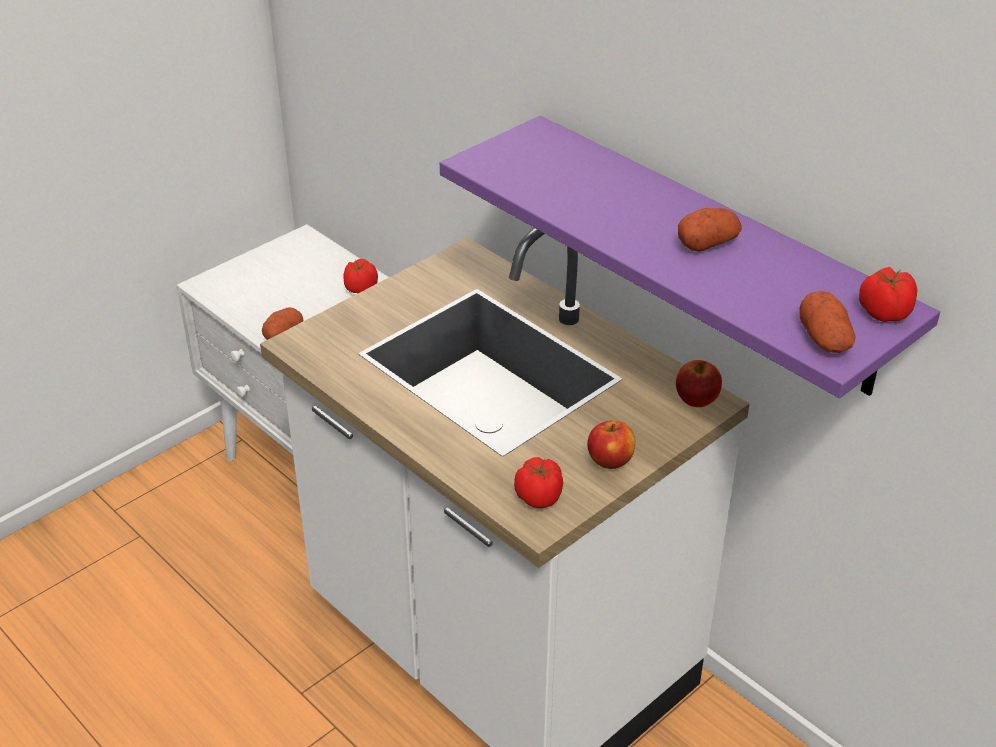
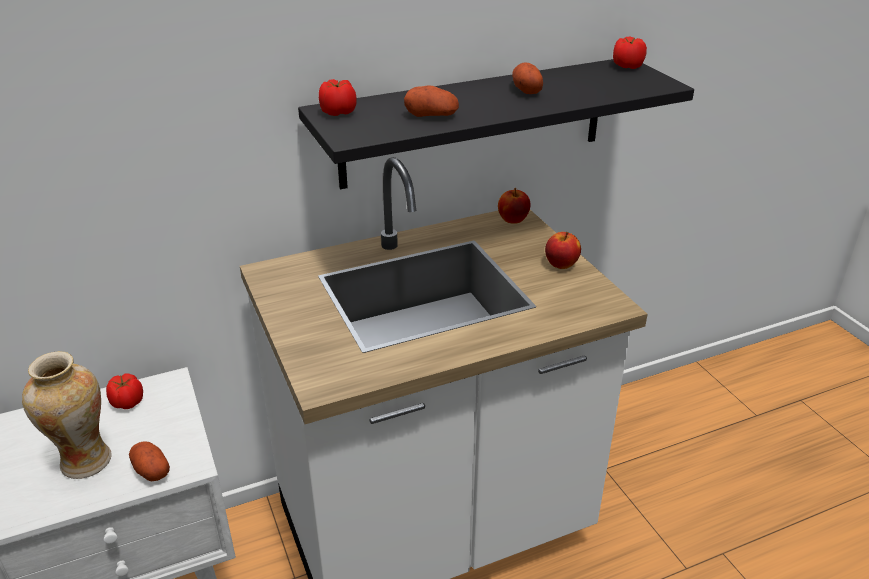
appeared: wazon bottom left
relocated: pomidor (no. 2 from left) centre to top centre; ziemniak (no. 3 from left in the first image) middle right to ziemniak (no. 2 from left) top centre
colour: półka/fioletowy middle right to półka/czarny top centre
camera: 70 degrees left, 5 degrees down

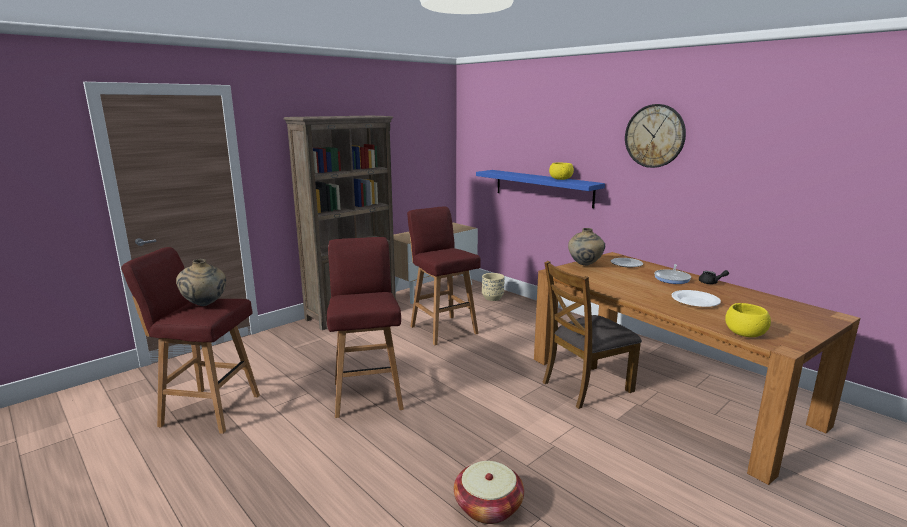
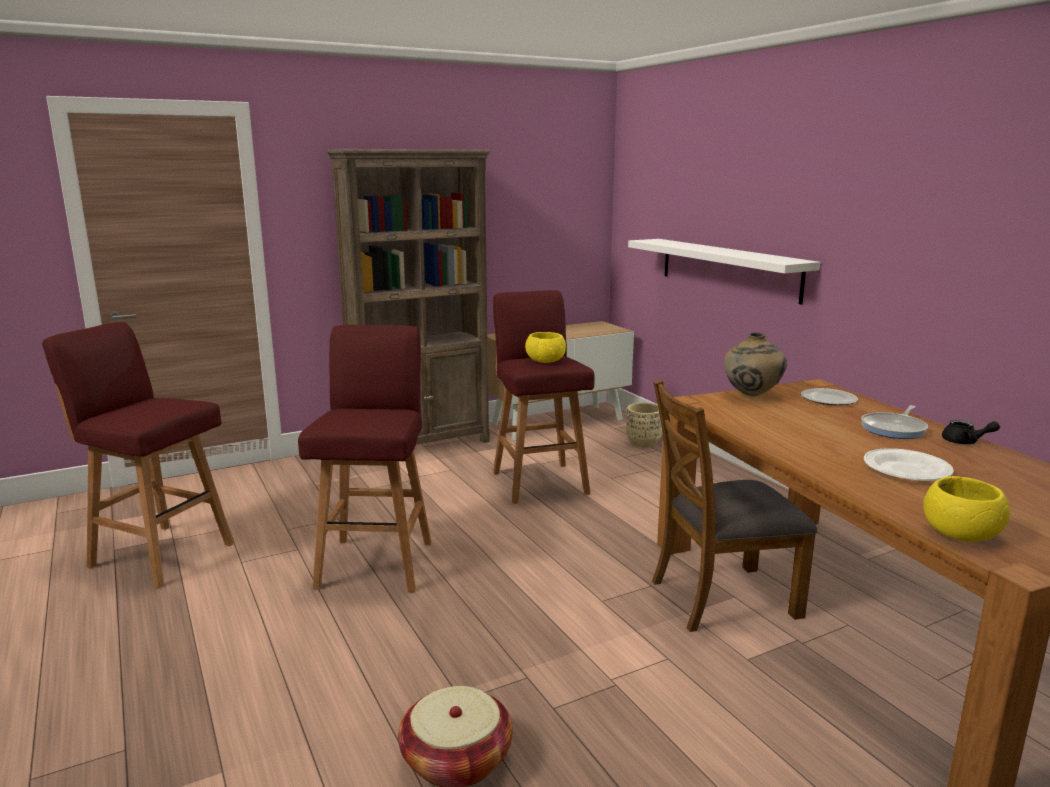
missing: wazon/beżowy (no. 1 from left) middle left; zegar ścienny top right
relocated: miska/żółty (no. 1 from left) top centre to centre
colour: półka/niebieski centre to półka/biały middle right
camera: 15 degrees right, 0 degrees up

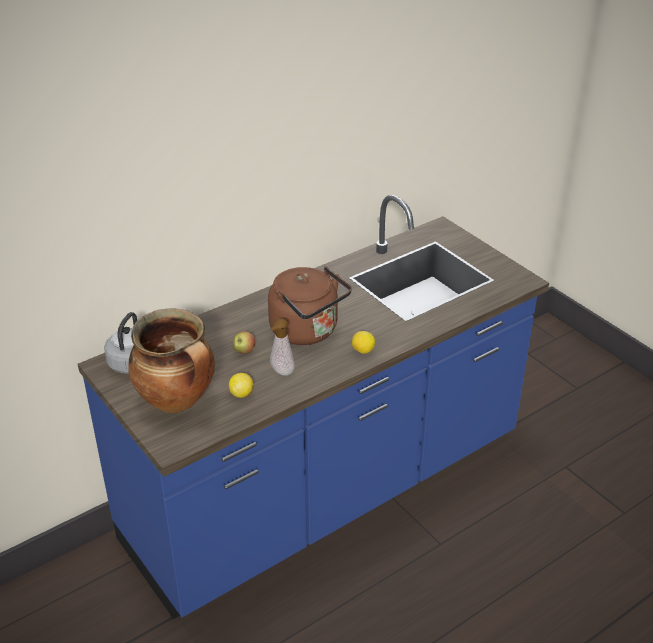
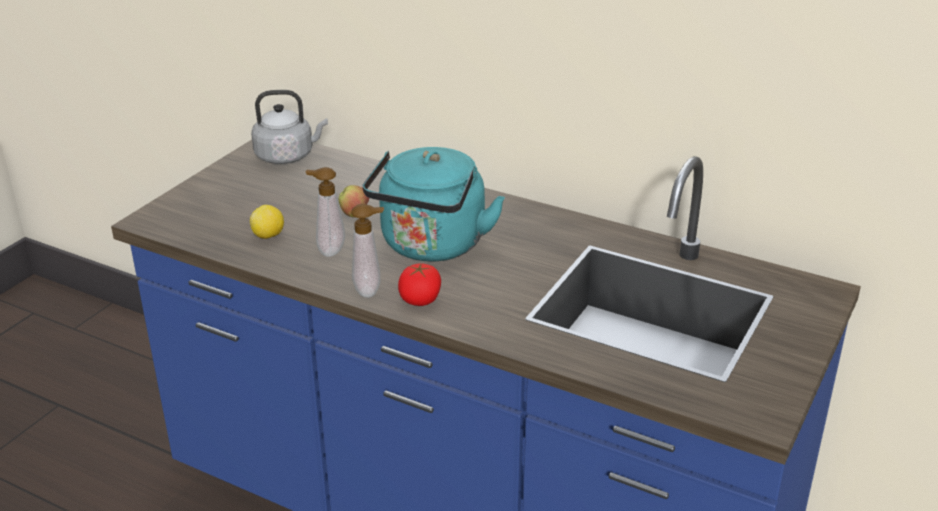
missing: garnek middle left
appeared: dozownik mydła (no. 2 from left) centre
exchanged: cytryna (no. 2 from left) centre to pomidor centre
colour: czajnik/brązowy centre to czajnik/turkusowy centre
camera: 65 degrees right, 5 degrees down

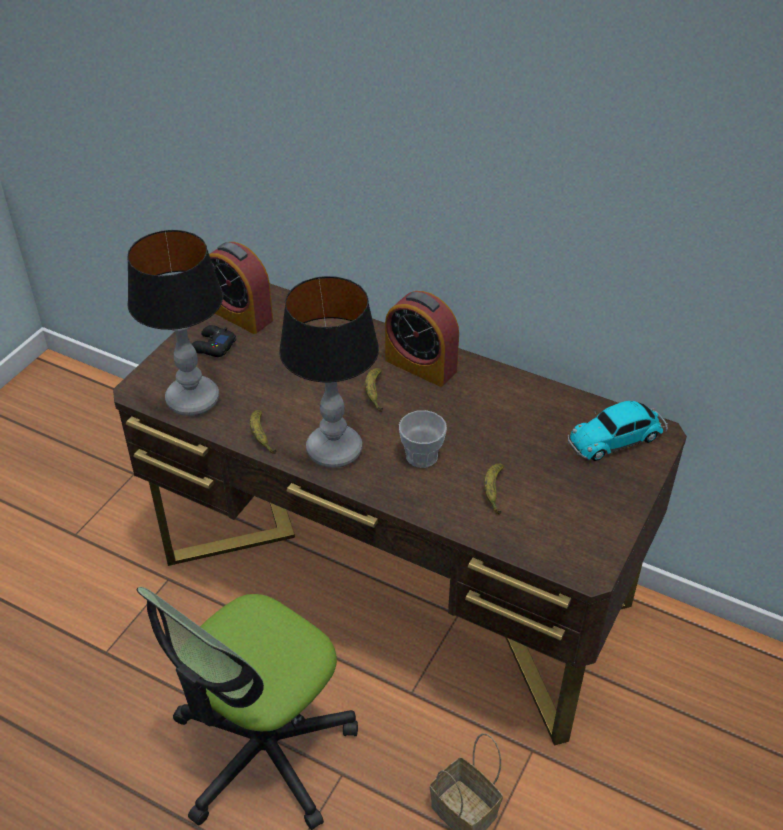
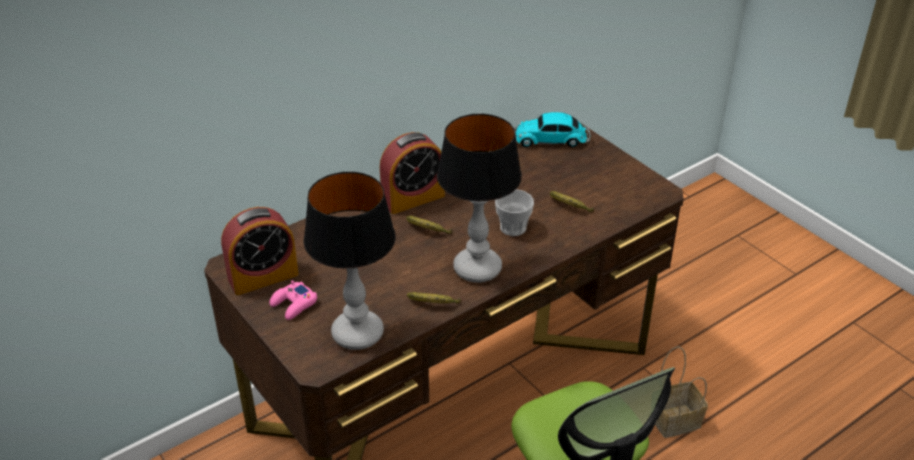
colour: pad do gier/czarny middle left to pad do gier/różowy middle left
spun: samochodzik middle right = top centre 90 degrees clockwise
camera: 65 degrees left, 5 degrees down

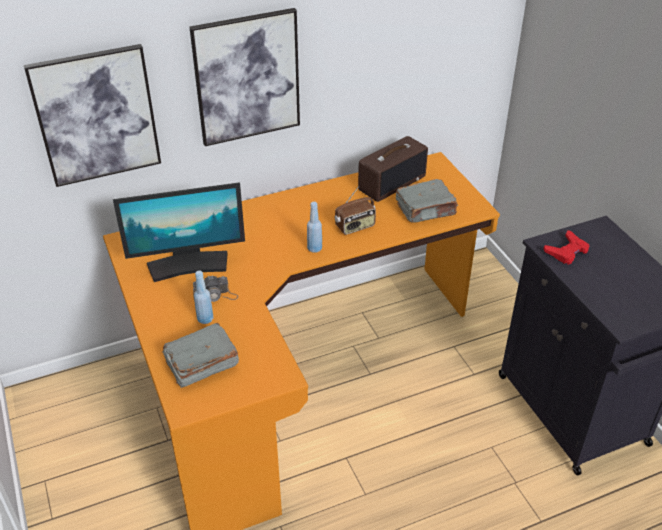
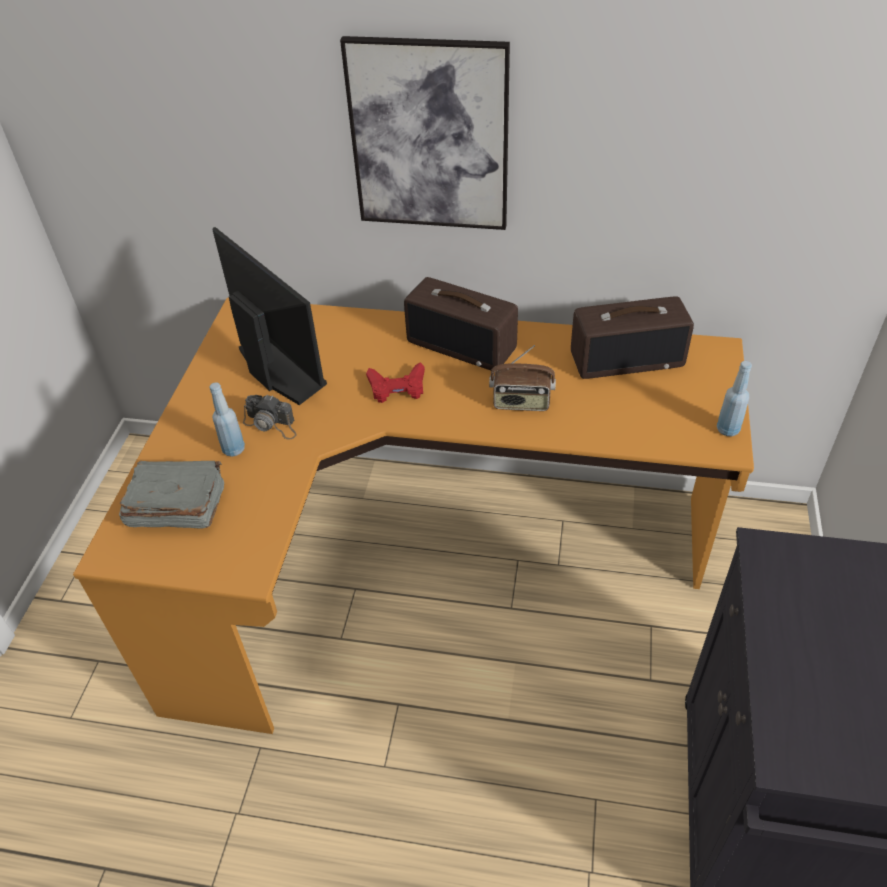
missing: obraz (no. 1 from left) top left; książka/szary (no. 2 from left) centre
appeared: radio (no. 1 from left) centre
relocated: butelka/niebieski (no. 2 from left) centre to middle right; pad do gier/czerwony middle right to centre
spun: monitor middle left = middle left 150 degrees counterclockwise
camera: 35 degrees right, 5 degrees up

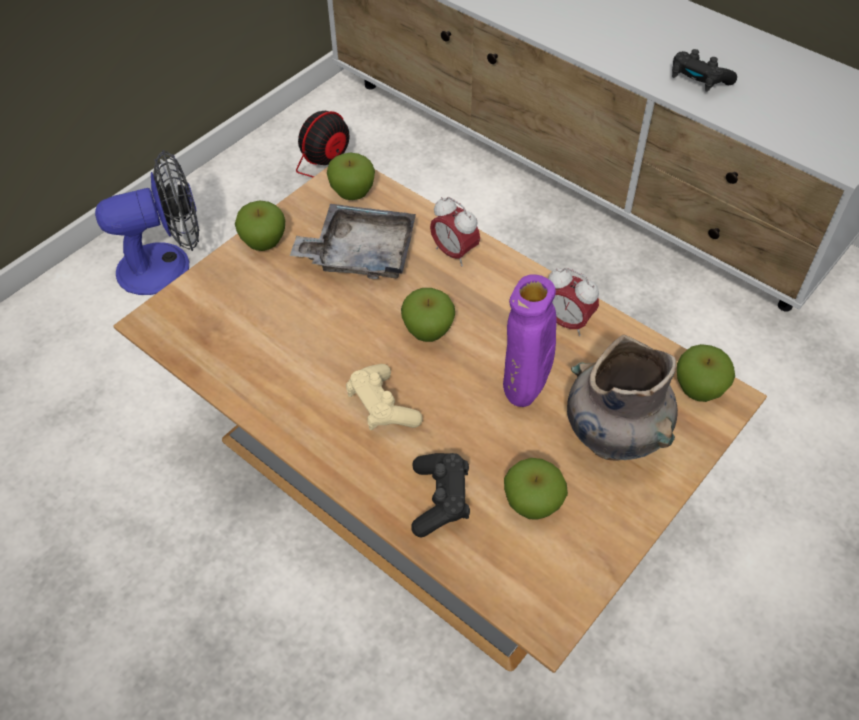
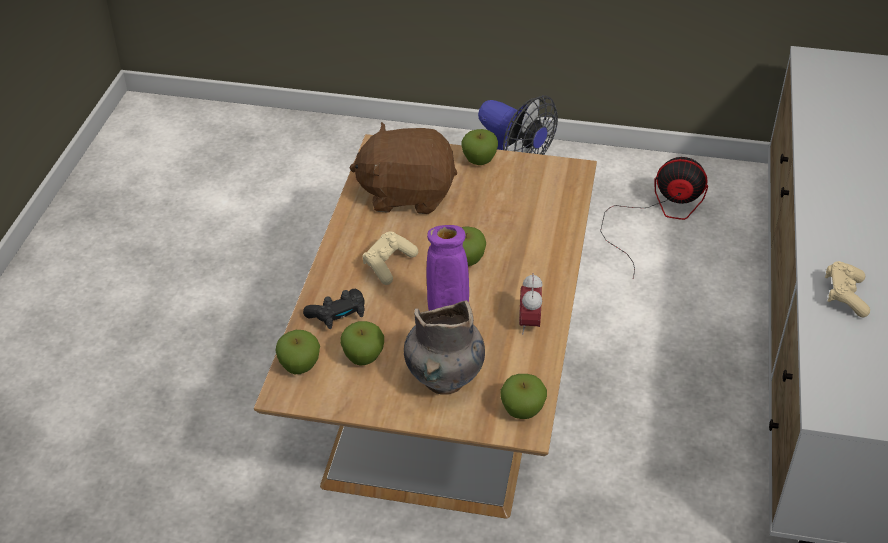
missing: taca/szary centre; budzik (no. 1 from left) top centre
appeared: pluszak/brązowy top centre
relocated: jabłko (no. 2 from left in the first image) top centre to jabłko (no. 1 from left) centre
colour: pad do gier/czarny (no. 2 from left) top right to pad do gier/beżowy (no. 2 from left) middle right
camera: 60 degrees right, 10 degrees down

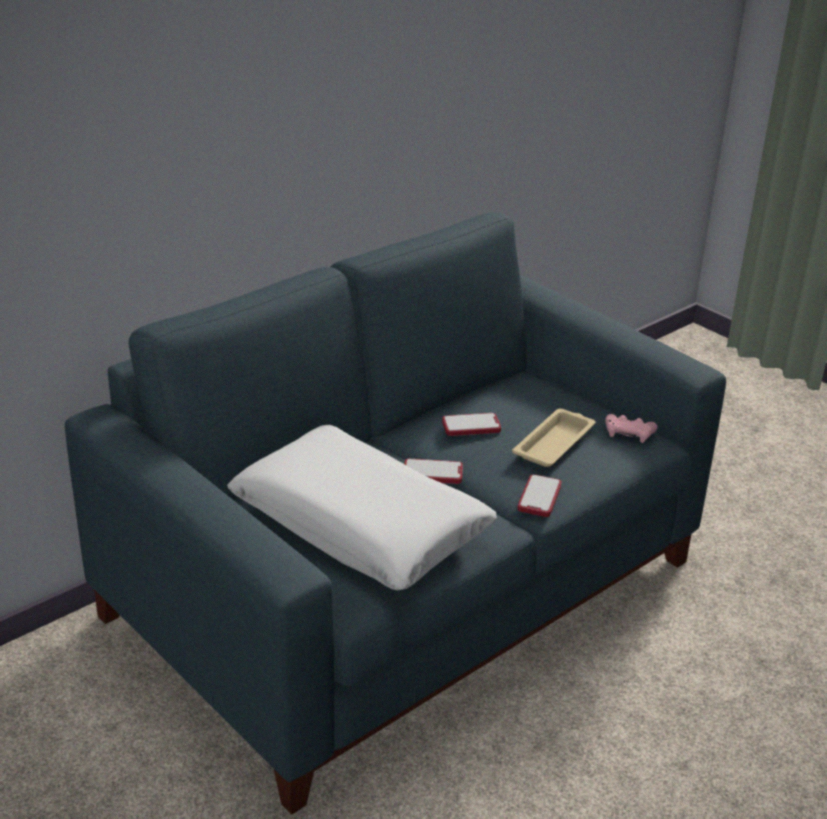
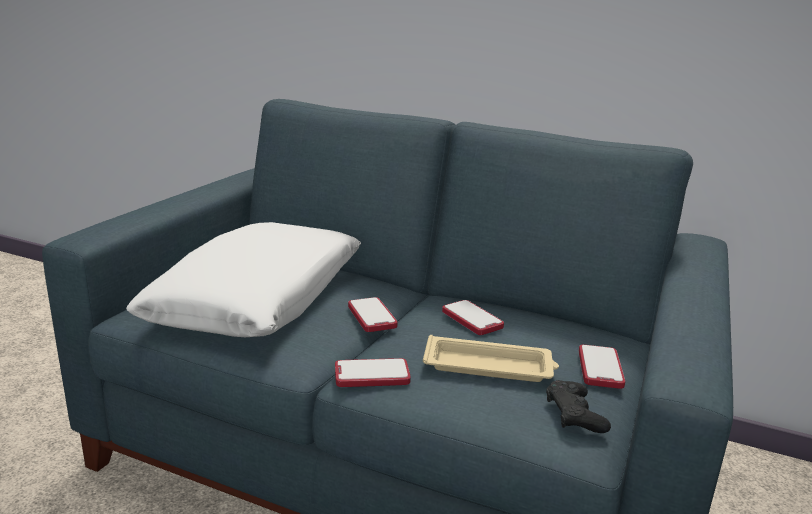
appeared: telefon (no. 4 from left) bottom right
colour: pad do gier/różowy middle right to pad do gier/czarny bottom right
camera: 65 degrees right, 10 degrees down

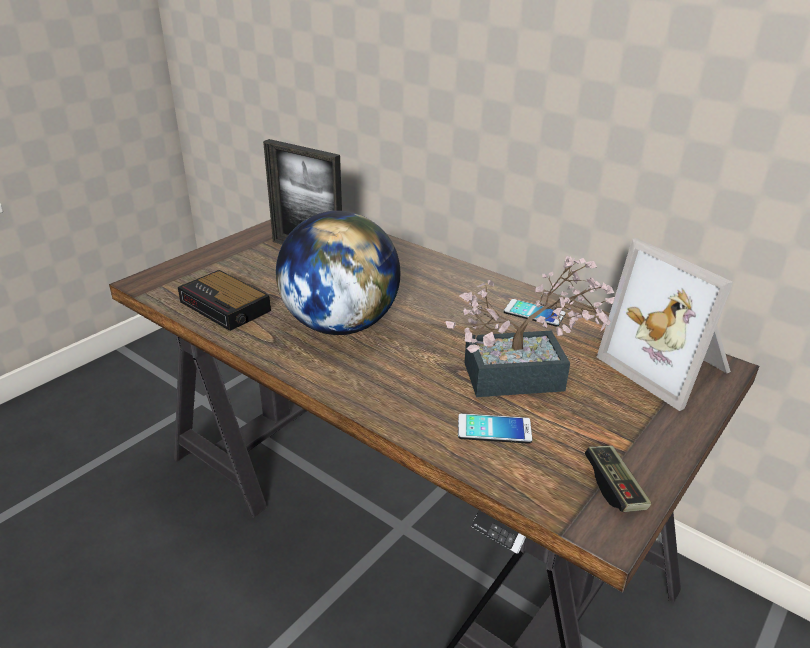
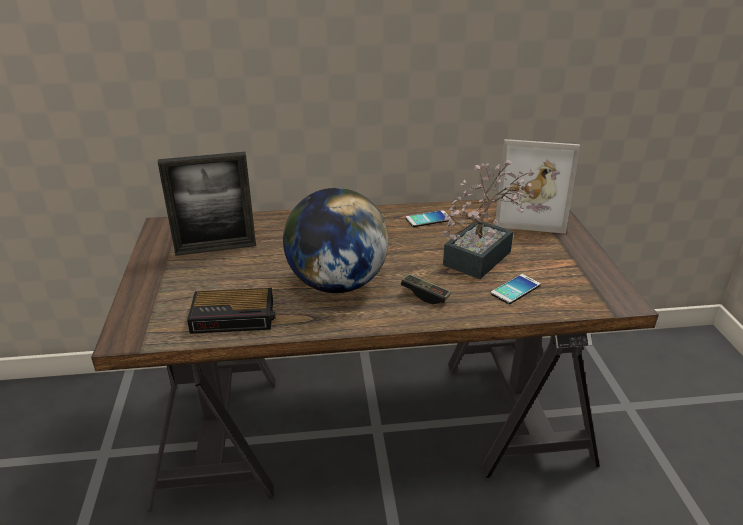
relocated: pad do gier bottom right to centre
camera: 45 degrees left, 0 degrees up

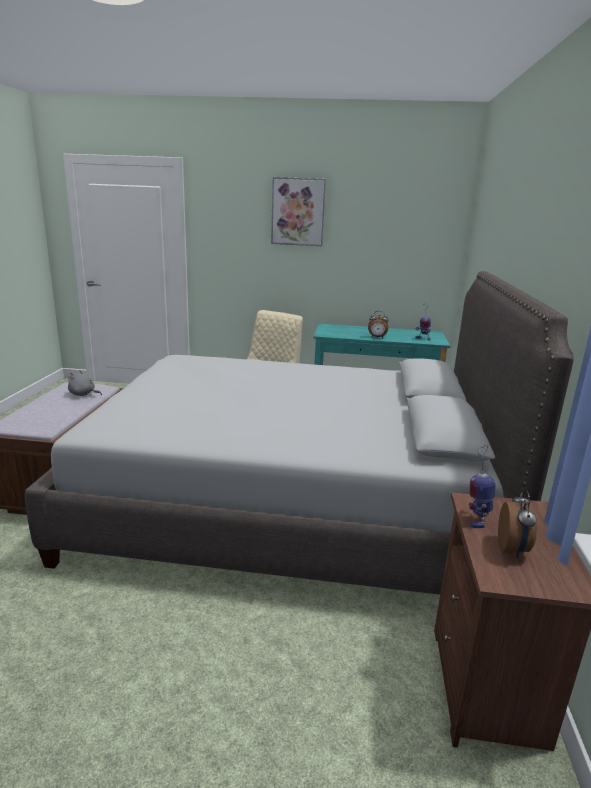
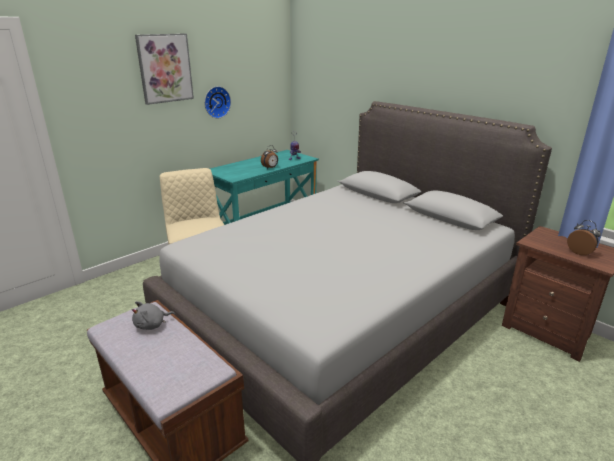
missing: robot zabawkowy (no. 2 from left) middle right
appeared: zegar ścienny top centre
camera: 50 degrees left, 5 degrees up

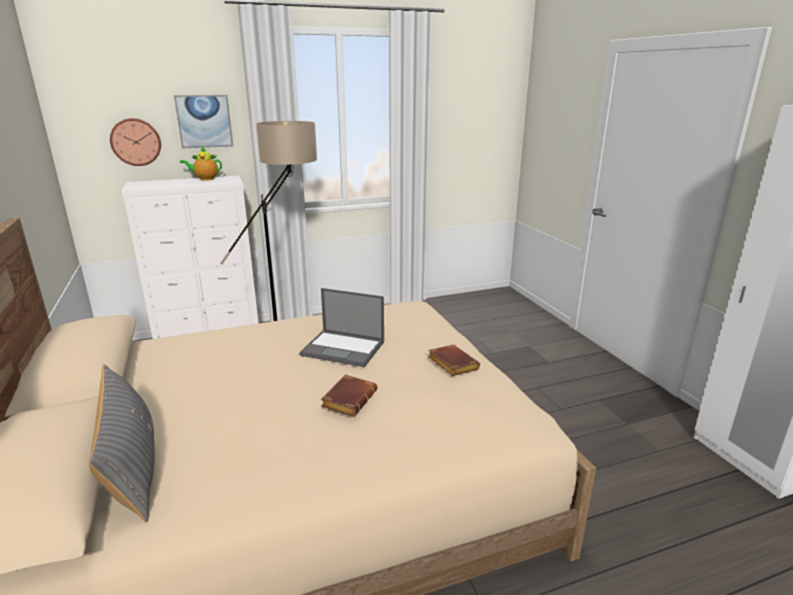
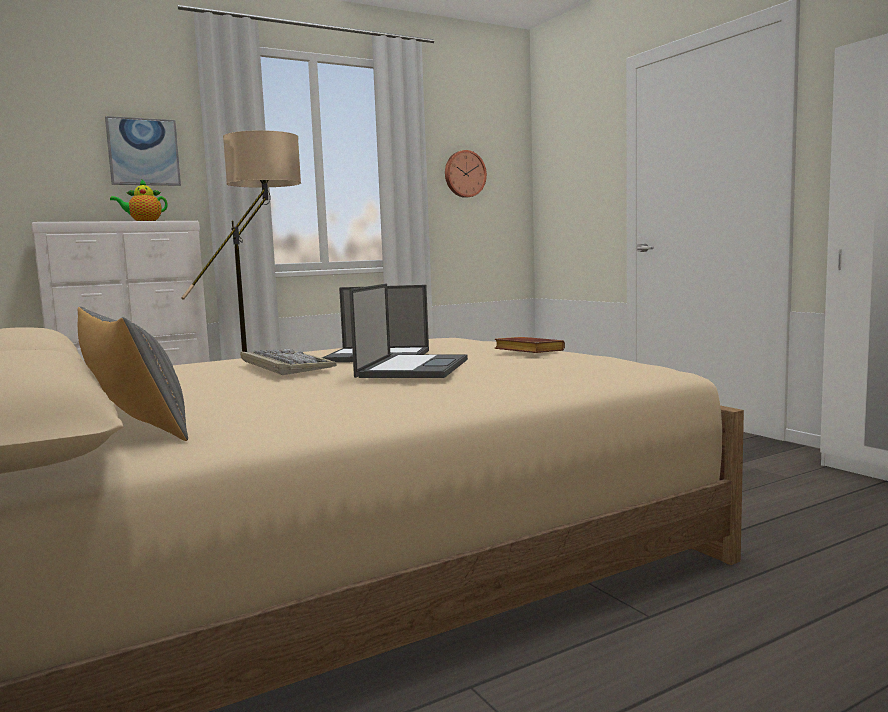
appeared: klawiatura middle left
relocated: zegar ścienny top left to top centre
exchanged: książka/brązowy (no. 1 from left) centre to laptop (no. 2 from left) centre
camera: 10 degrees left, 15 degrees down

